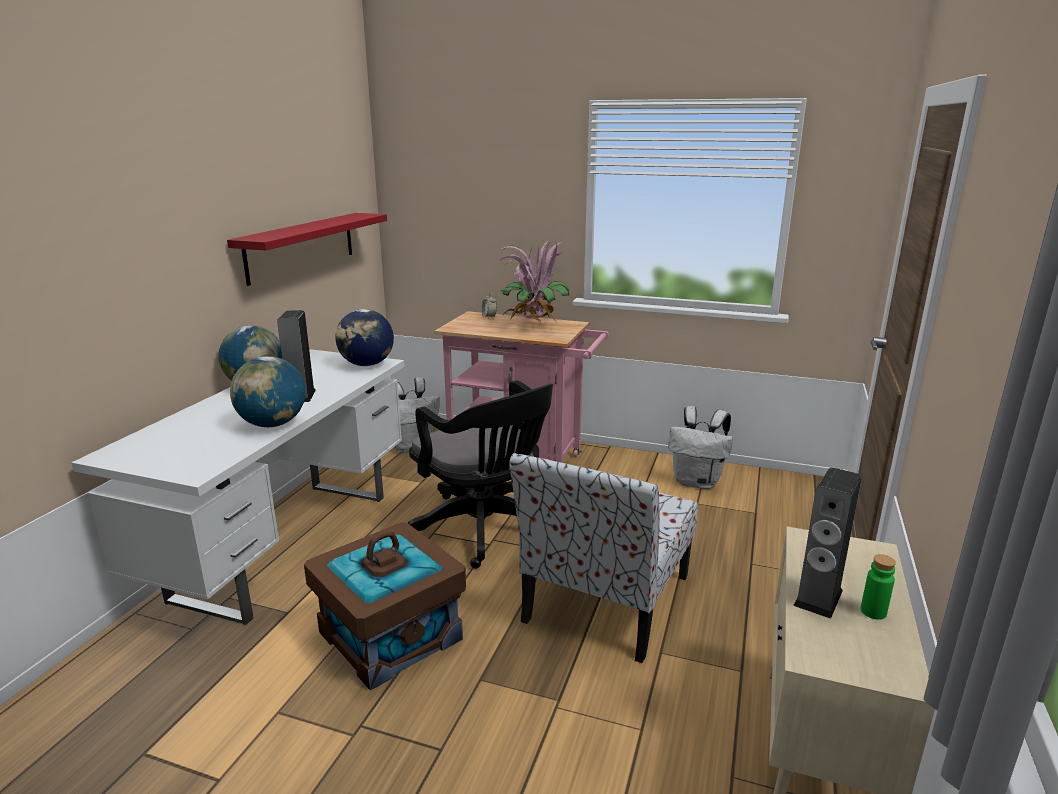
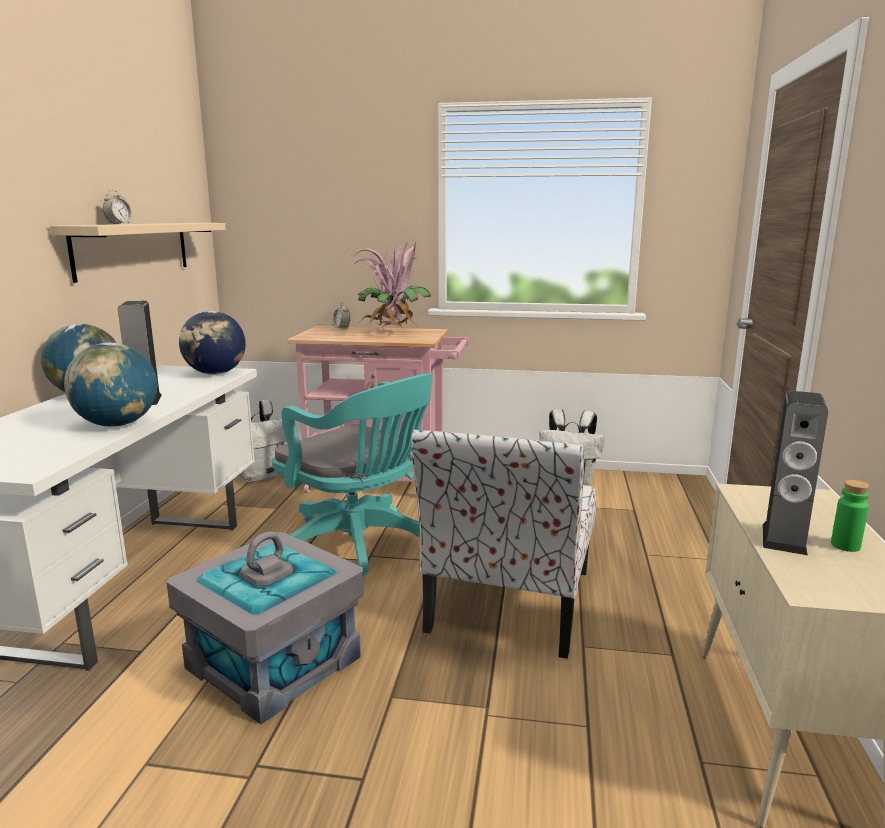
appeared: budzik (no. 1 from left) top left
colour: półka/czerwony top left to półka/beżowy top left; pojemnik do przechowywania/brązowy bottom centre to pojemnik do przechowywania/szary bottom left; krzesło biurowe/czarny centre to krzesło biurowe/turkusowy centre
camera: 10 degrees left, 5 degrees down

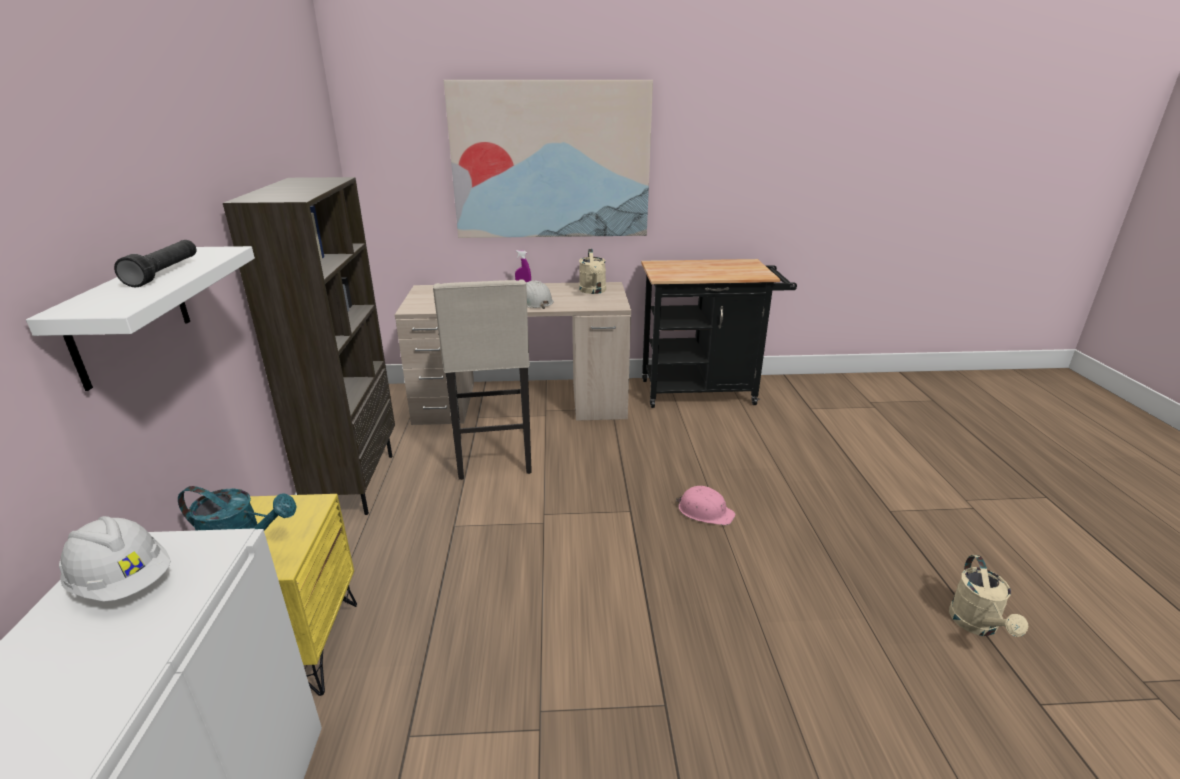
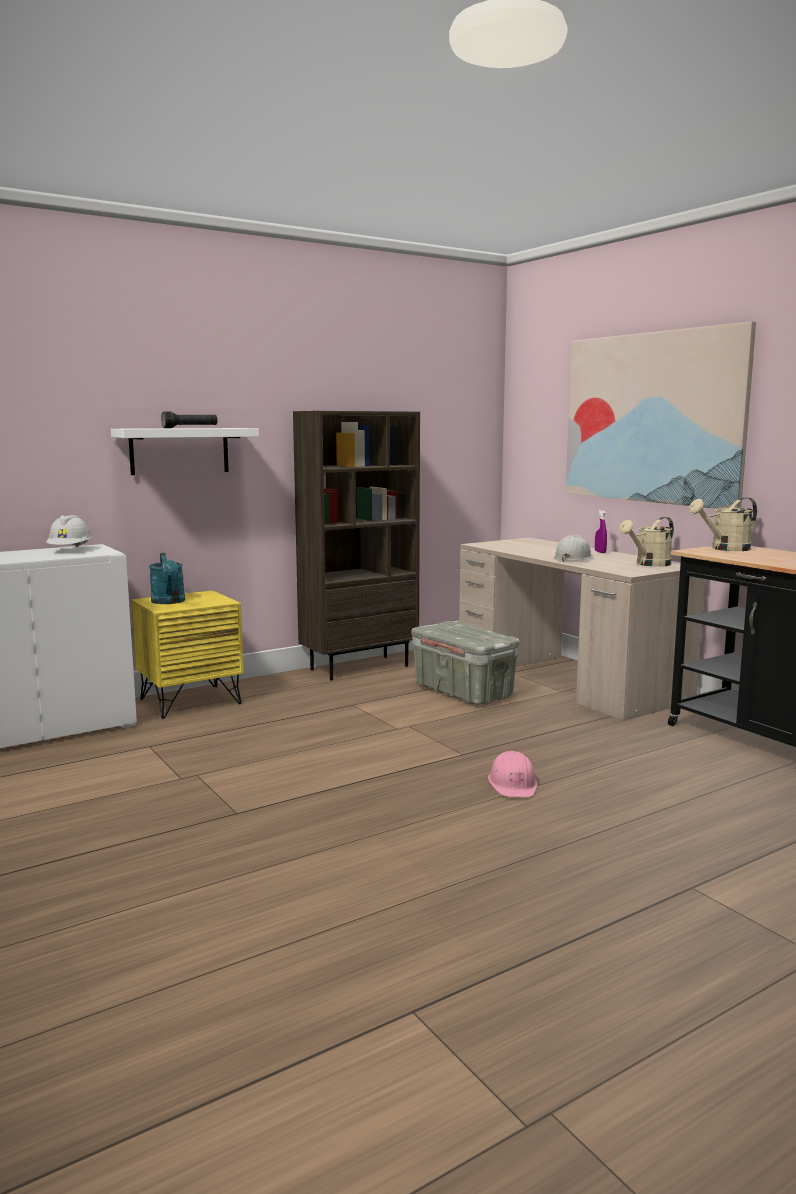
relocated: konewka/beżowy (no. 2 from left) bottom right to middle right
exchanged: stołek/beżowy centre to pojemnik do przechowywania/szary centre
camera: 60 degrees right, 15 degrees down

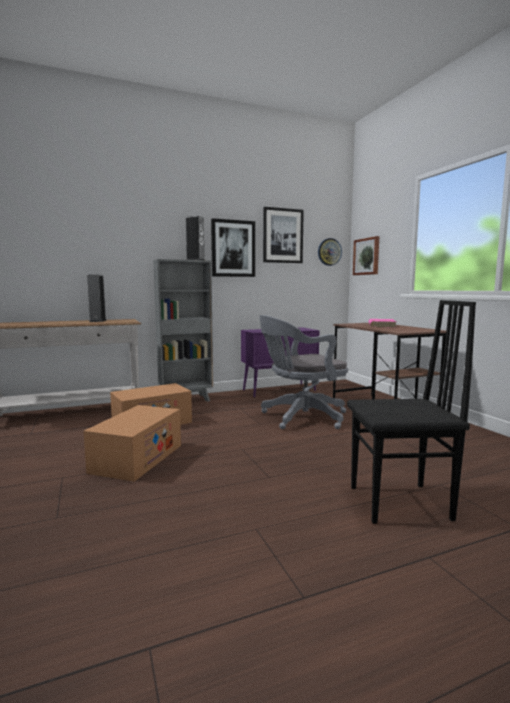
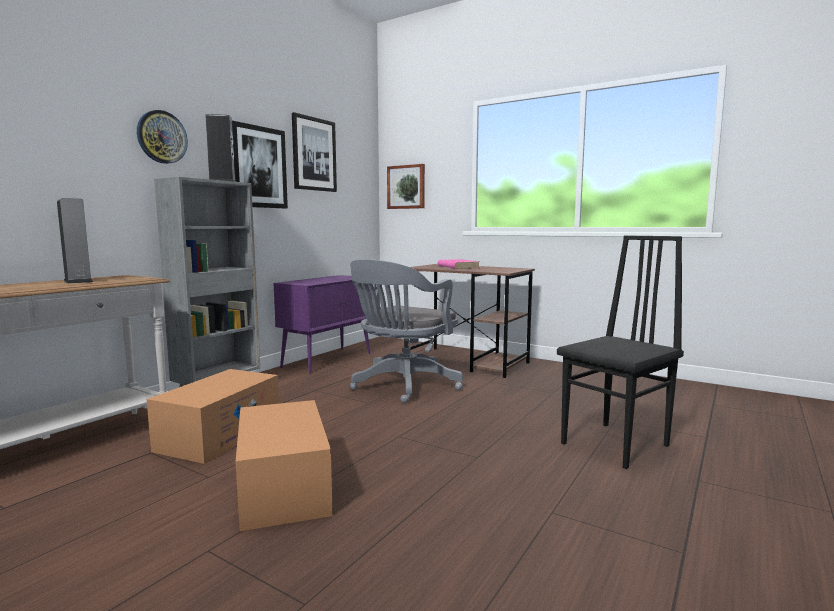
relocated: zegar ścienny centre to top left
camera: 35 degrees left, 0 degrees up

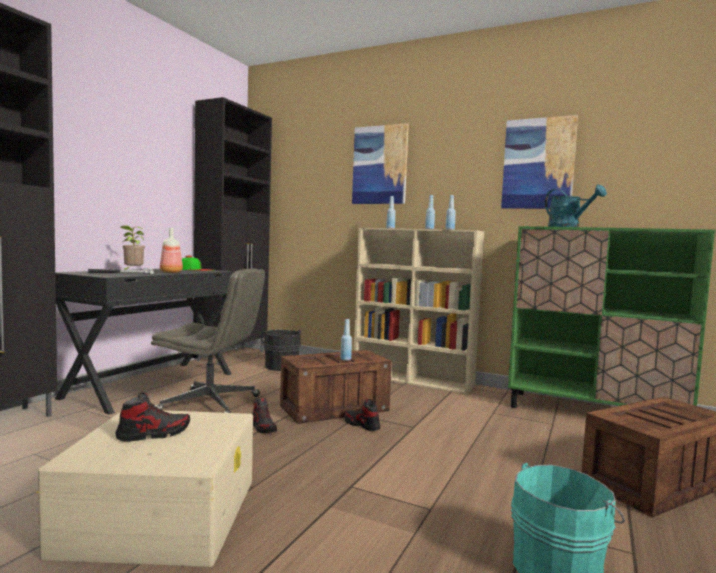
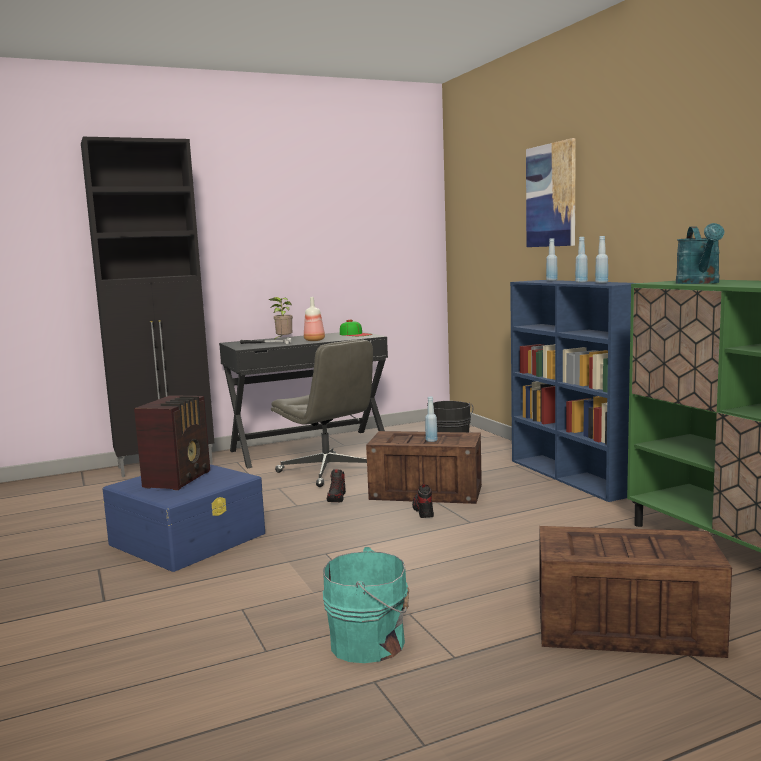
missing: szafka/czarny (no. 2 from left) middle left; obraz (no. 2 from left) top right
exchanged: but (no. 1 from left) bottom left to radio middle left
colour: pojemnik do przechowywania/beżowy bottom left to pojemnik do przechowywania/niebieski bottom left; regał/beżowy centre to regał/niebieski middle right
camera: 40 degrees right, 5 degrees up

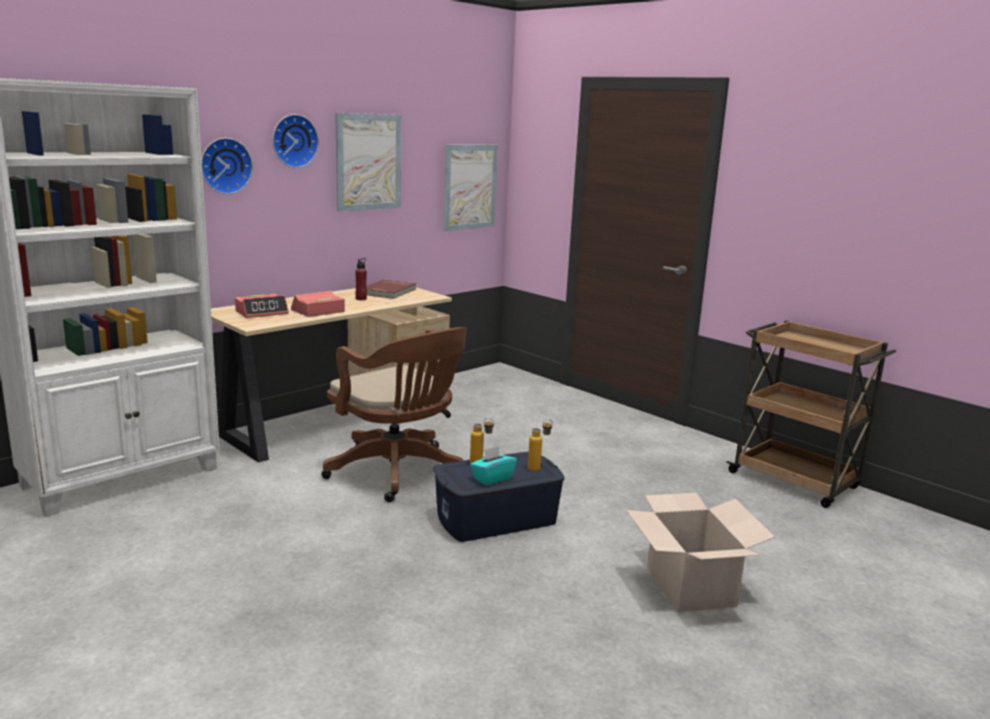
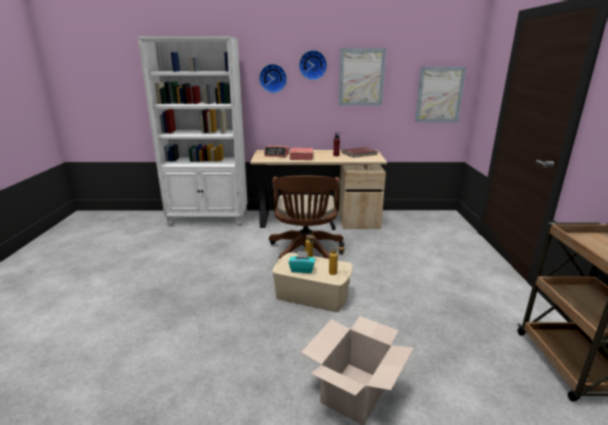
colour: pojemnik do przechowywania/niebieski bottom centre to pojemnik do przechowywania/beżowy centre
camera: 45 degrees right, 5 degrees up

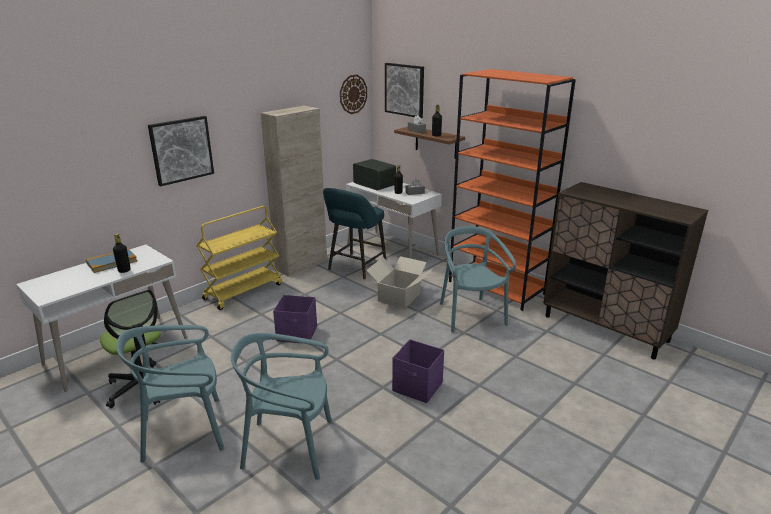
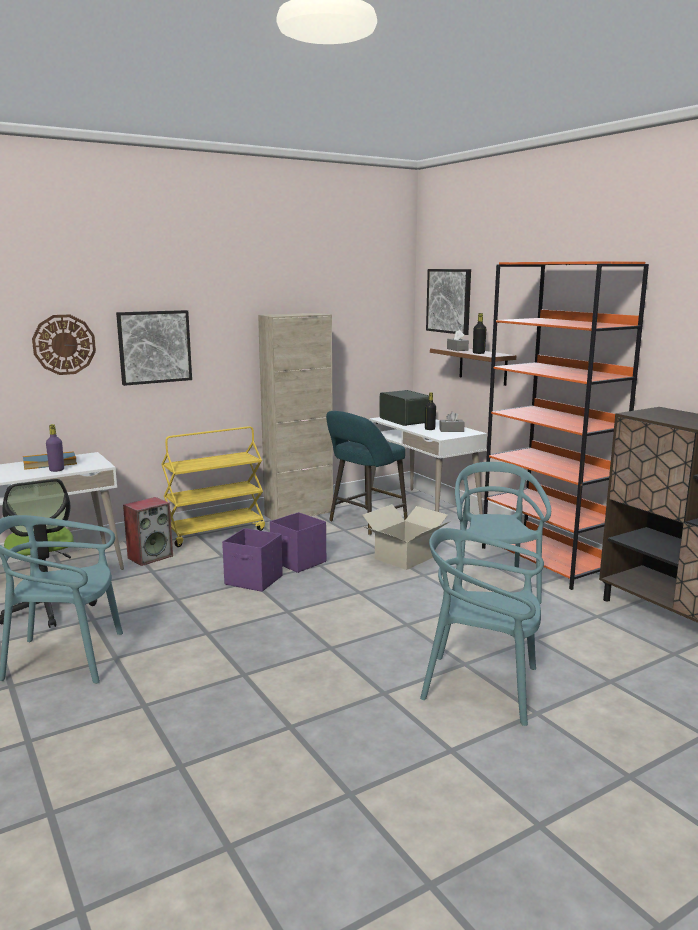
appeared: głośnik middle left
relocated: krzesło/turkusowy (no. 2 from left) bottom centre to bottom right; zegar ścienny top centre to middle left; pojemnik do przechowywania/fioletowy (no. 2 from left) bottom centre to centre
colour: butelka/czarny (no. 1 from left) middle left to butelka/fioletowy middle left
camera: 15 degrees right, 10 degrees down

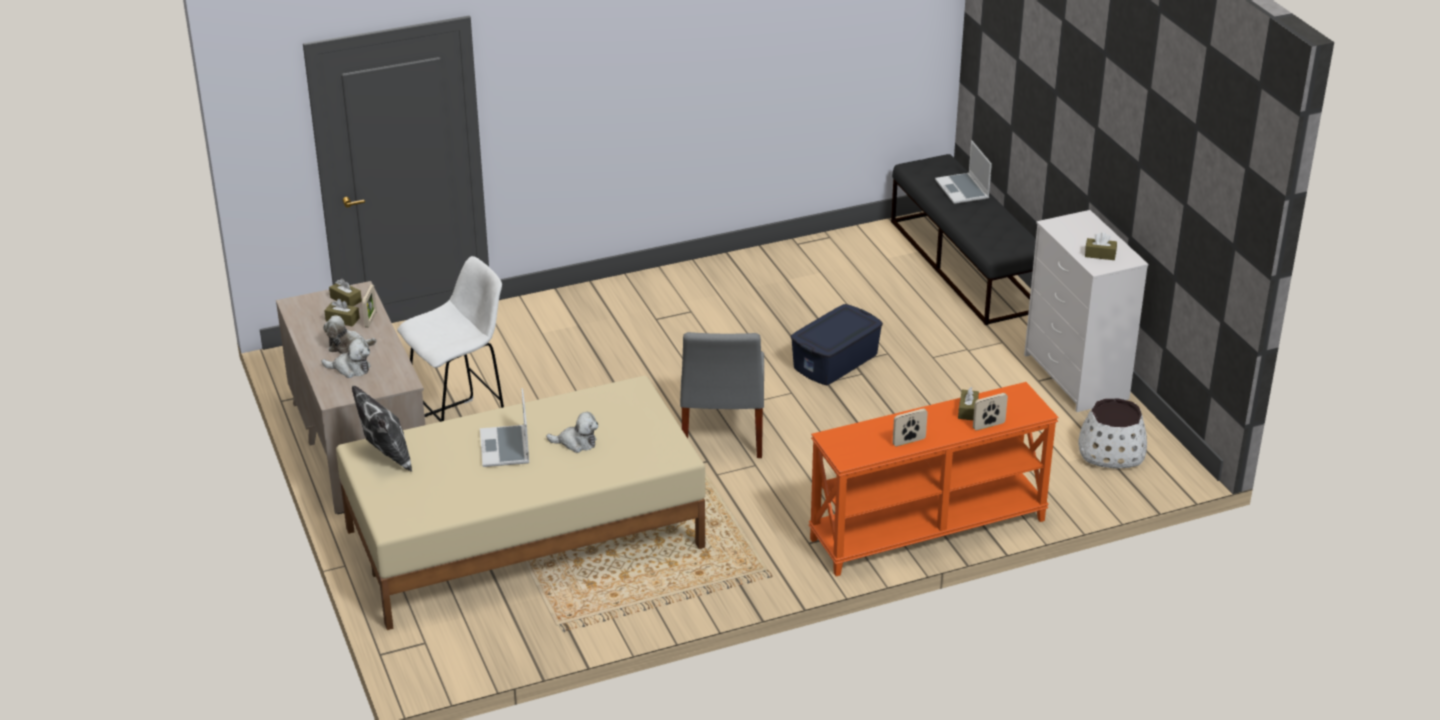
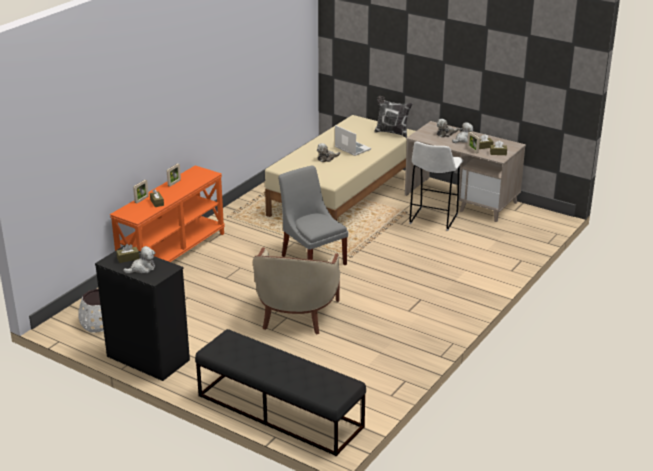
missing: laptop (no. 2 from left) top right
appeared: pluszak (no. 1 from left) middle left
exchanged: pojemnik do przechowywania/niebieski centre to fotel/beżowy centre
colour: komoda/biały middle right to komoda/czarny middle left
camera: 145 degrees right, 5 degrees down

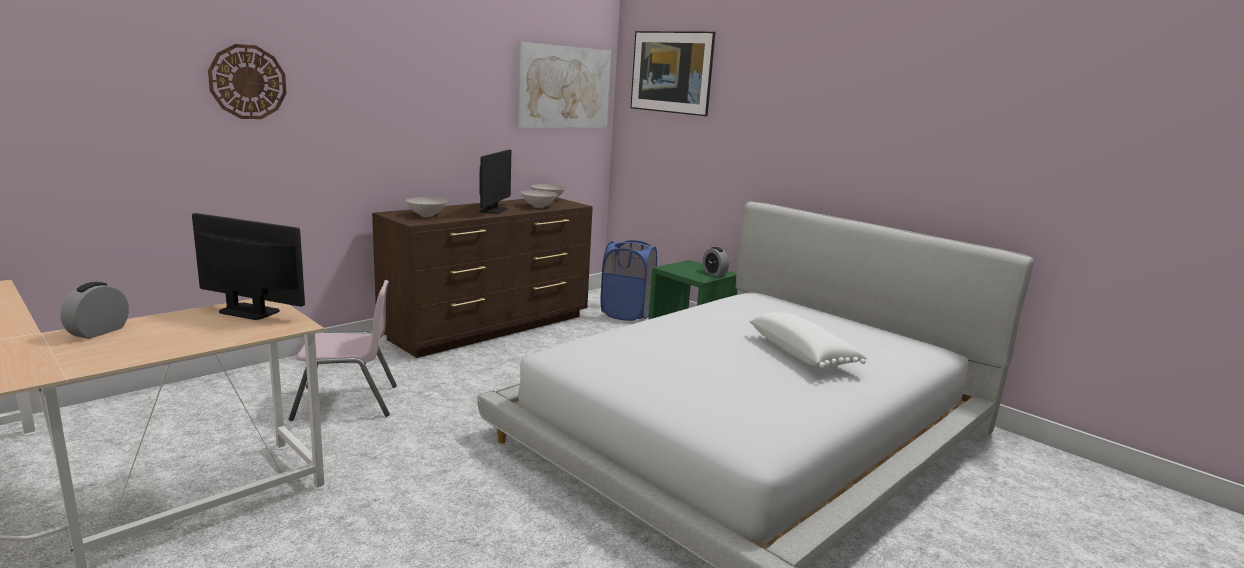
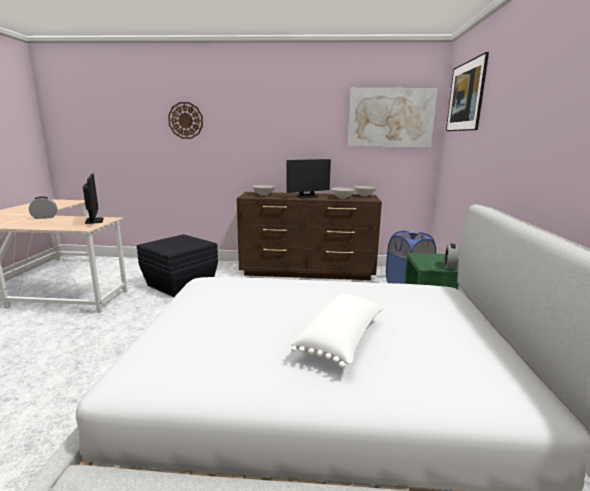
exchanged: krzesło/różowy middle left to pojemnik do przechowywania/czarny middle left
camera: 50 degrees right, 0 degrees up

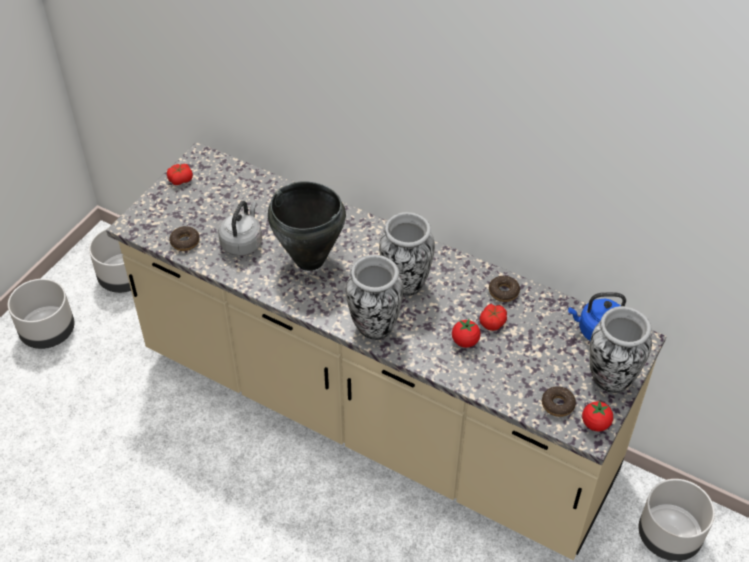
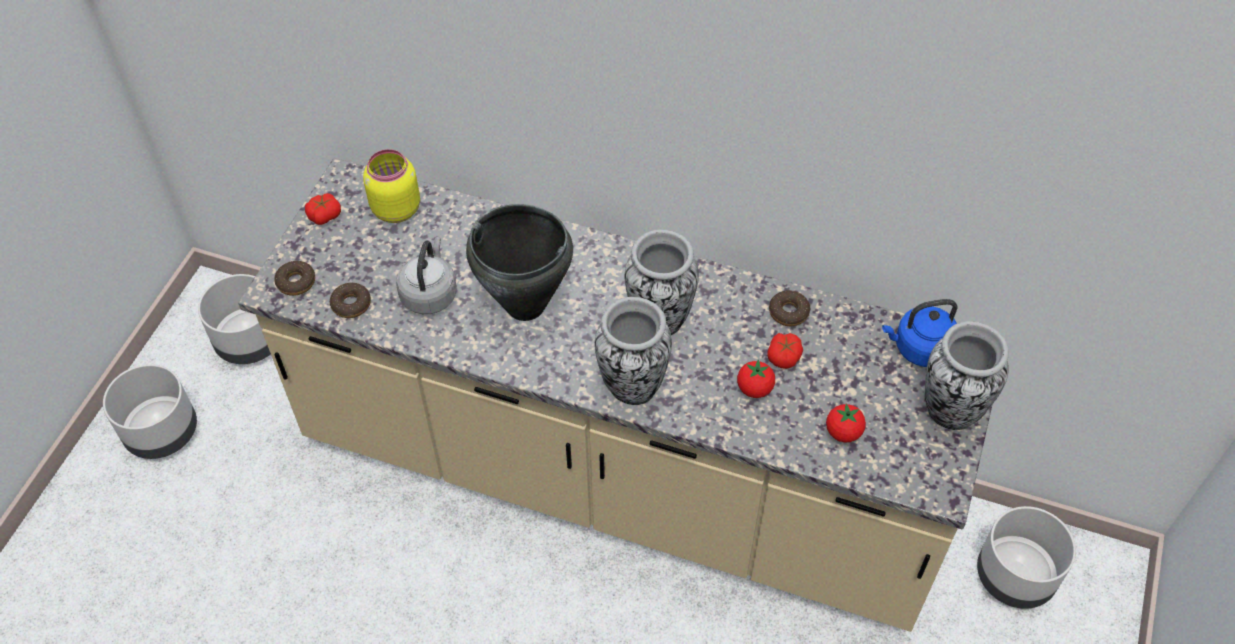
appeared: słoik/żółty top left
relocated: donut (no. 3 from left in the first image) bottom right to donut (no. 1 from left) middle left; pomidor (no. 4 from left) bottom right to middle right
camera: 10 degrees left, 5 degrees up

